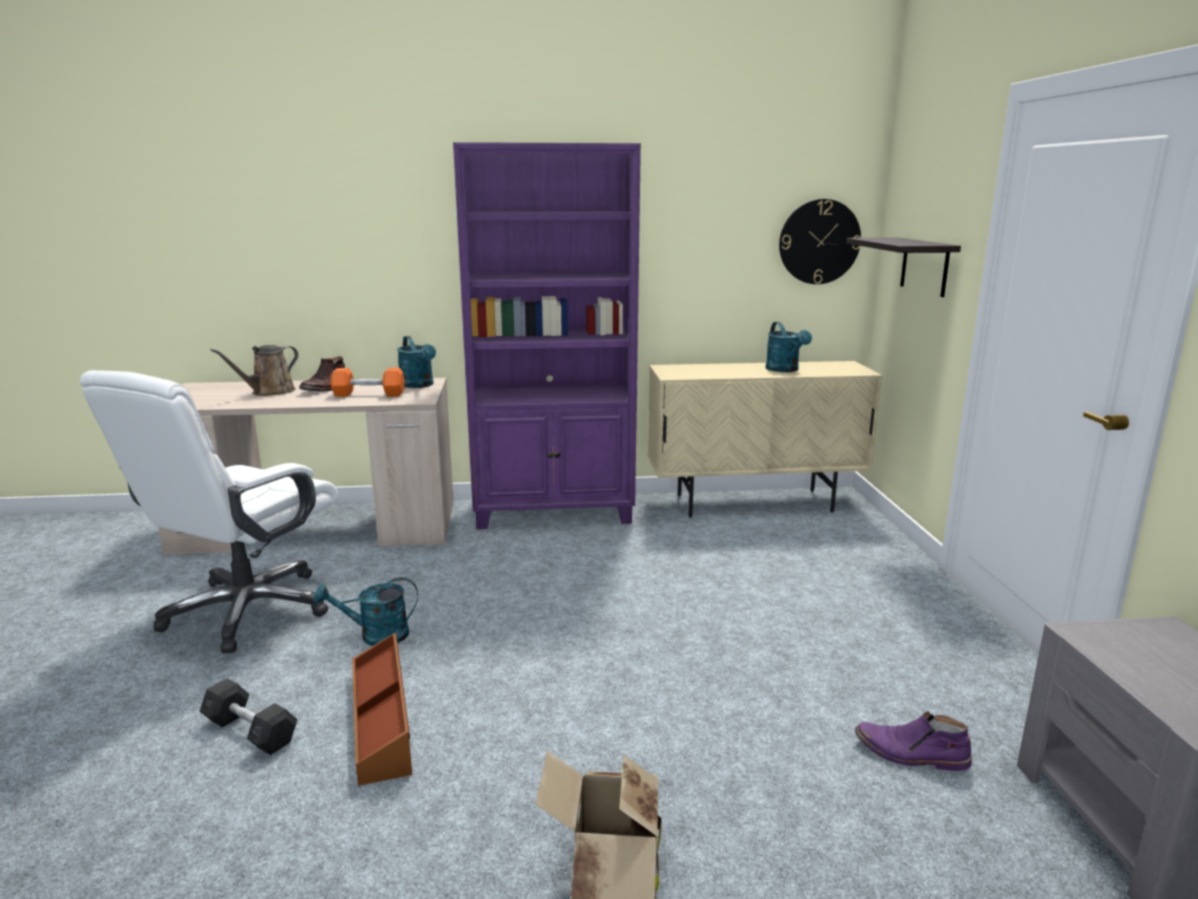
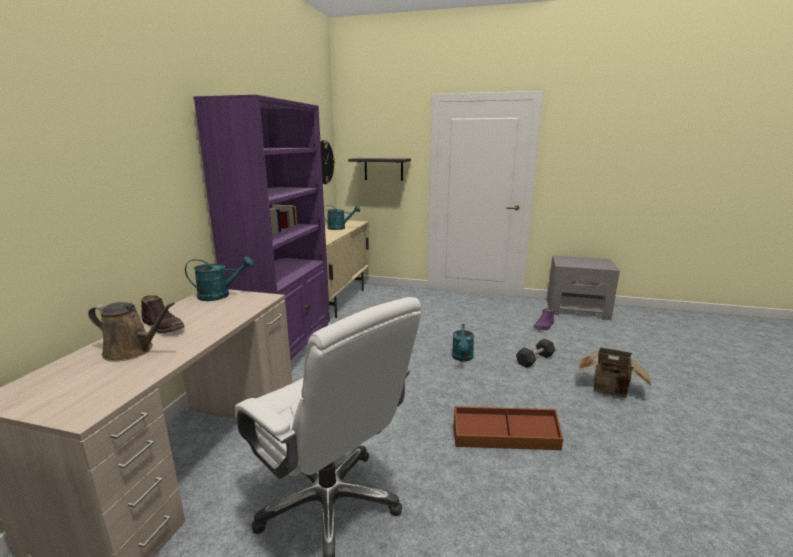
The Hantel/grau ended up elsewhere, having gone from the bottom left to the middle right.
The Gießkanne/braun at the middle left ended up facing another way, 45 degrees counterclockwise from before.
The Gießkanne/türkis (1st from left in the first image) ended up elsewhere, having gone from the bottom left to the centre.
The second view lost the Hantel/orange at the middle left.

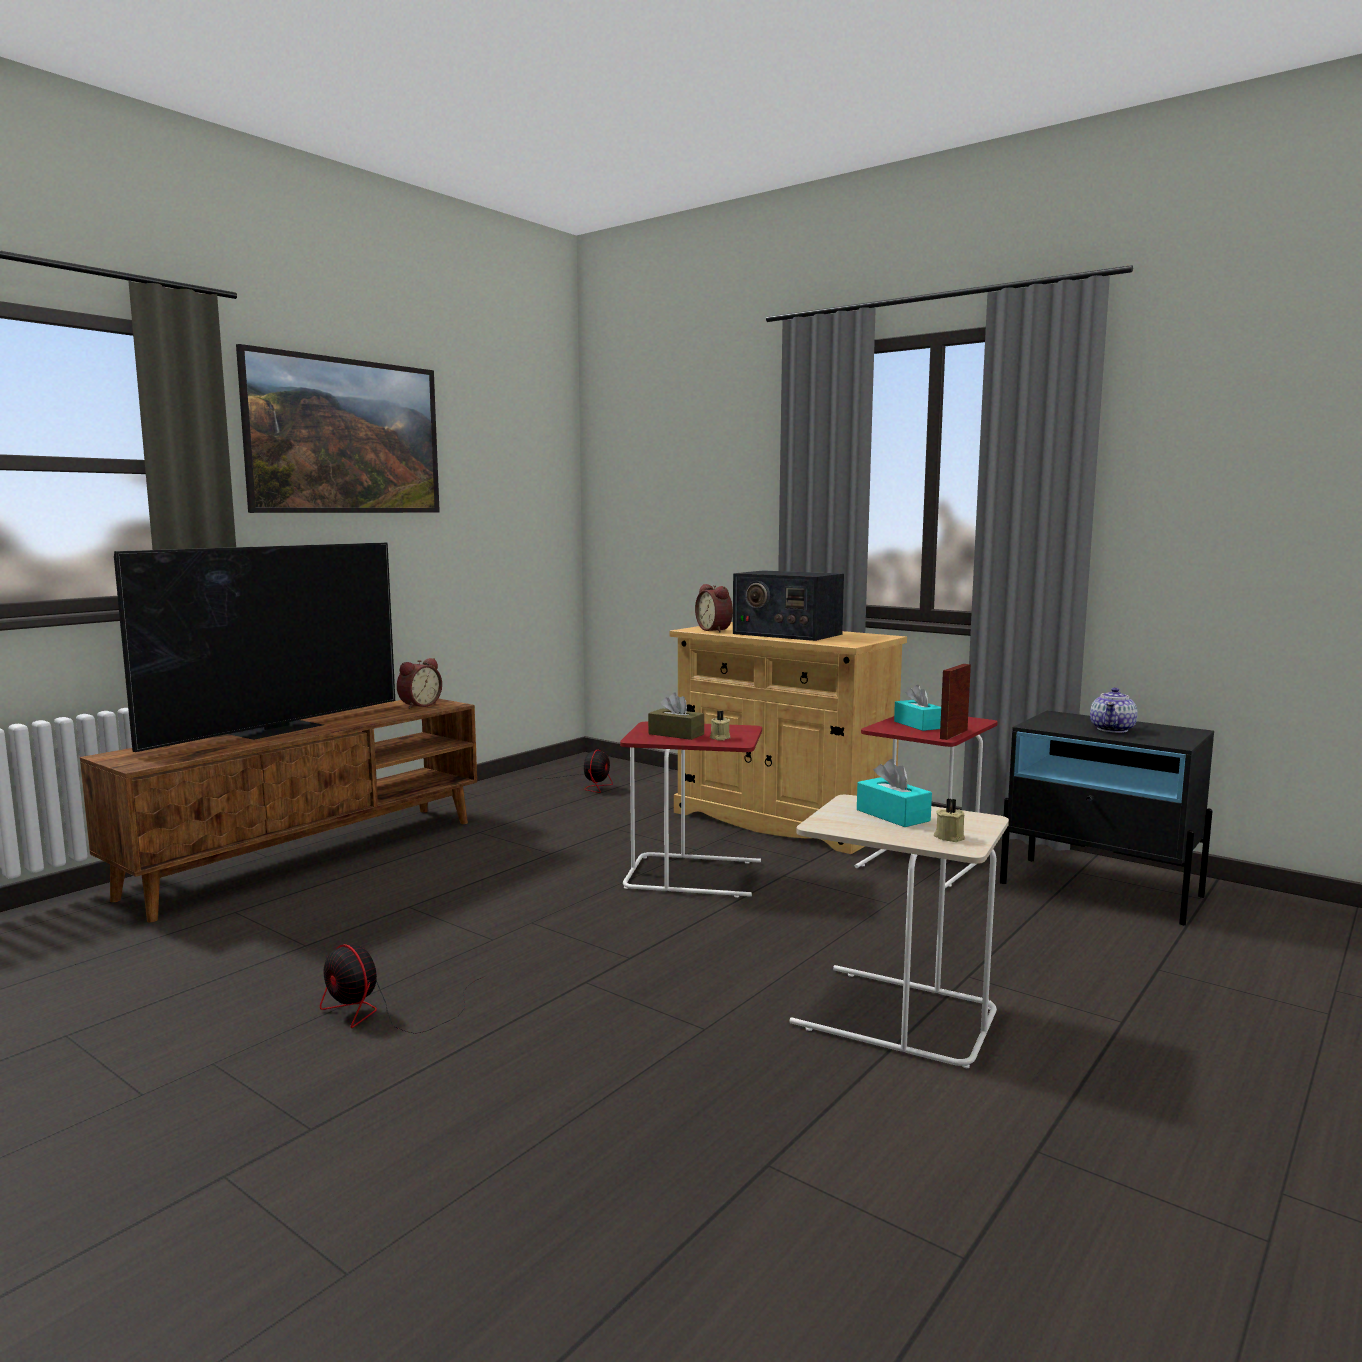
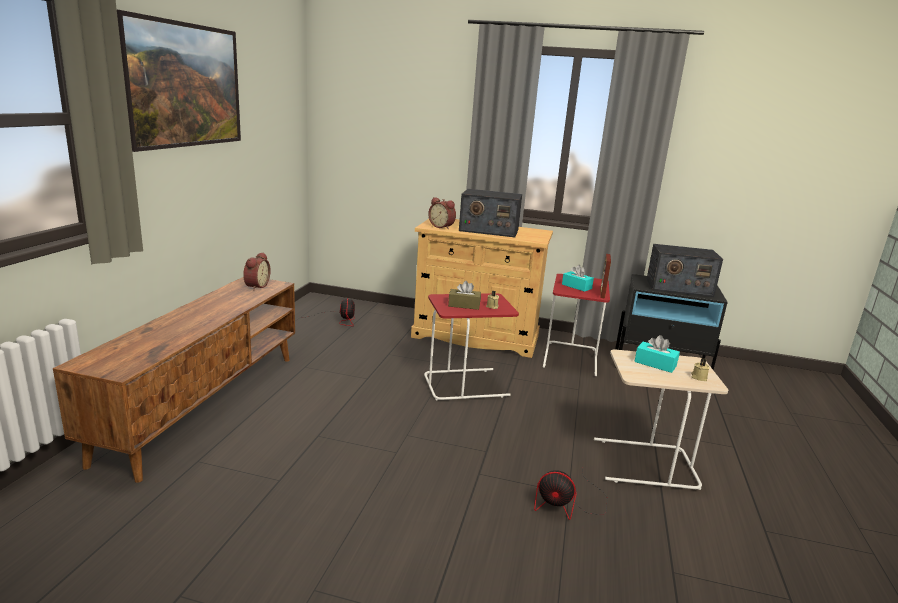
The second view lost the Fernseher at the middle left.
The Ventilator (1st from left in the first image) ended up elsewhere, having gone from the bottom left to the bottom centre.
Where the Teekanne stood at the middle right, the Radio (2nd from left) came to stand at the middle right.

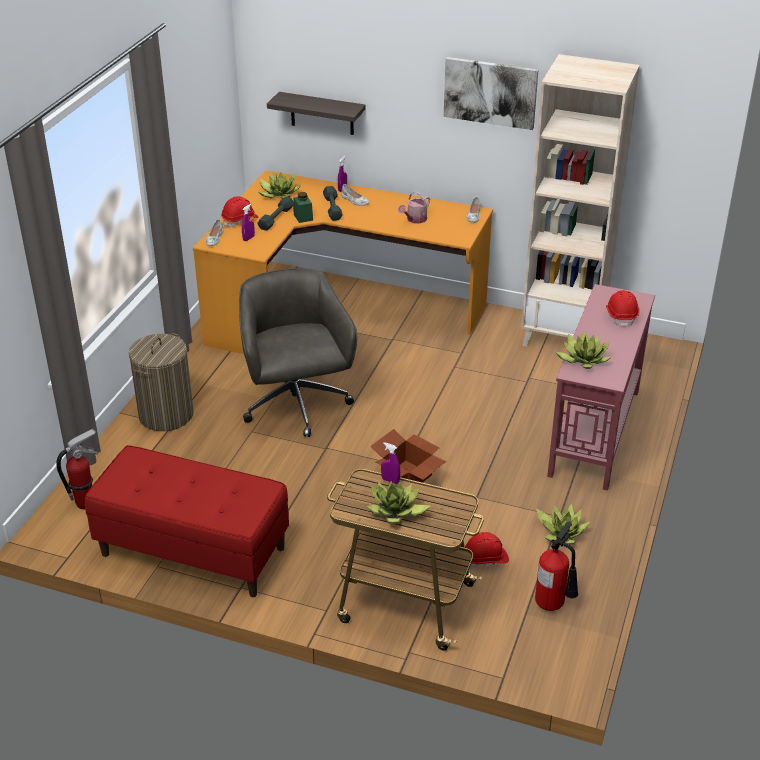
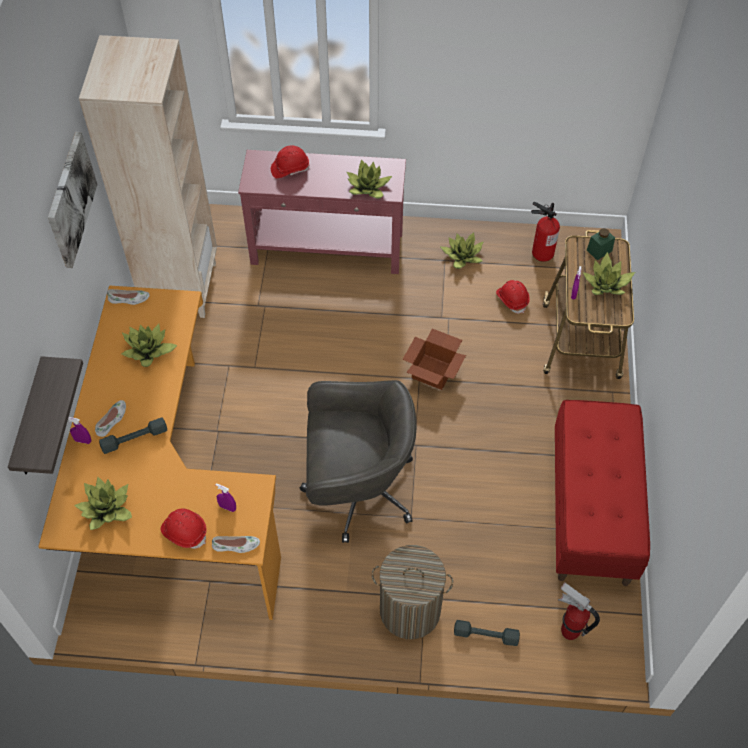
The Bürostuhl/grau at the centre ended up facing another way, 150 degrees counterclockwise from before.
The Hantel/grau (1st from left in the first image) ended up elsewhere, having gone from the top centre to the bottom centre.
The Vorratsglas/grün ended up elsewhere, having gone from the top centre to the top right.
Where the Gießkanne stood at the top centre, the Topfpflanze (2nd from left) came to stand at the middle left.

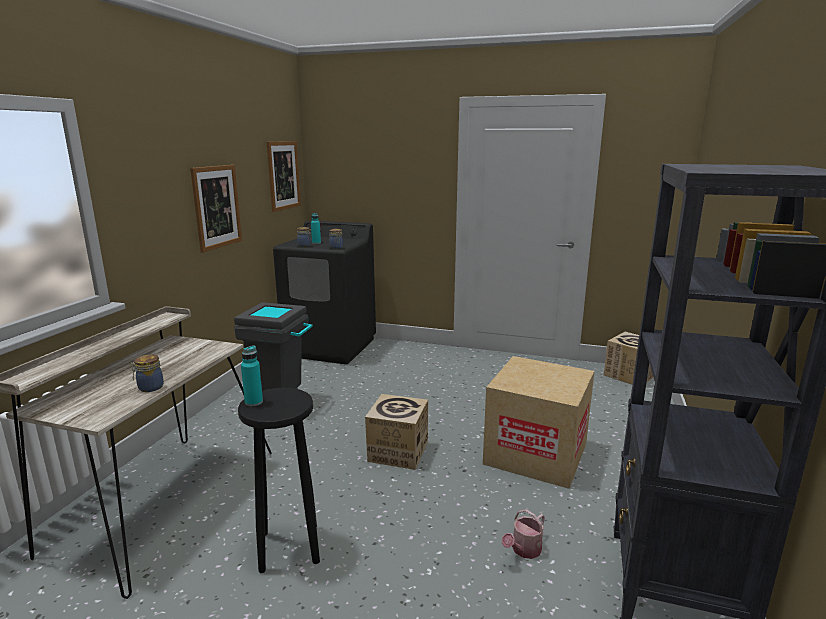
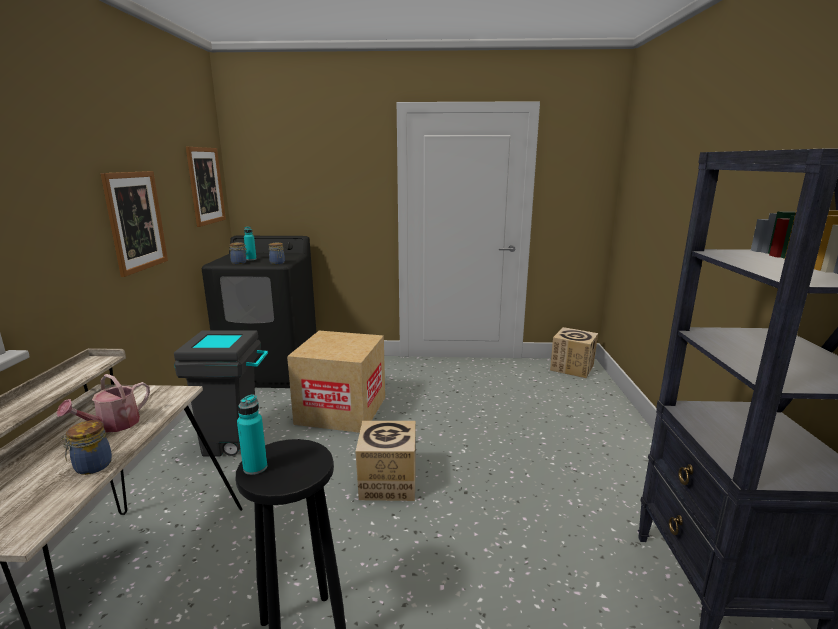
The Karton (2nd from left in the first image) ended up elsewhere, having gone from the bottom centre to the centre.
The Gießkanne ended up elsewhere, having gone from the bottom centre to the middle left.

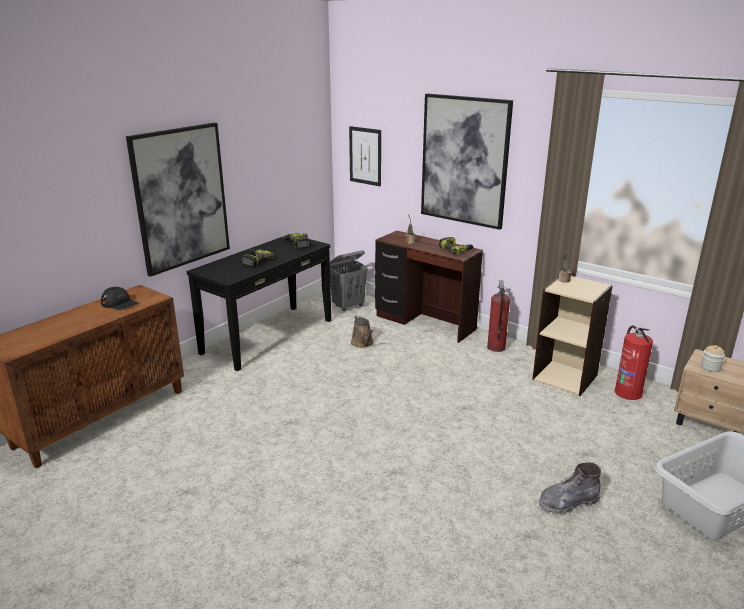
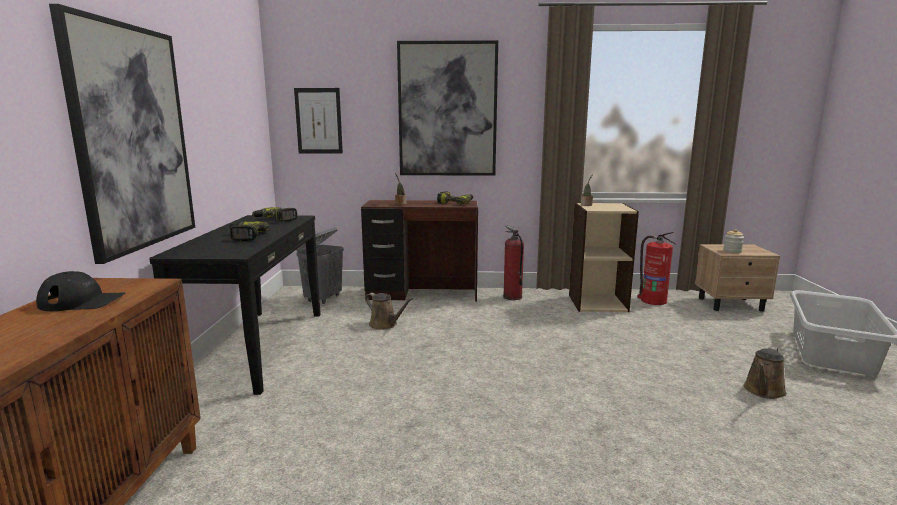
Where the Stiefel/grau stood at the bottom right, the Gießkanne/braun (2nd from left) came to stand at the bottom right.

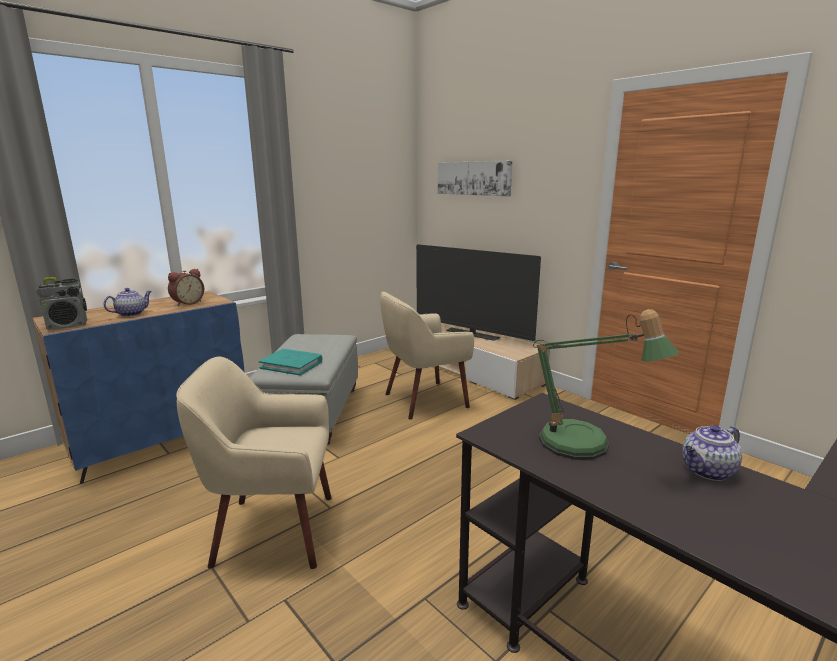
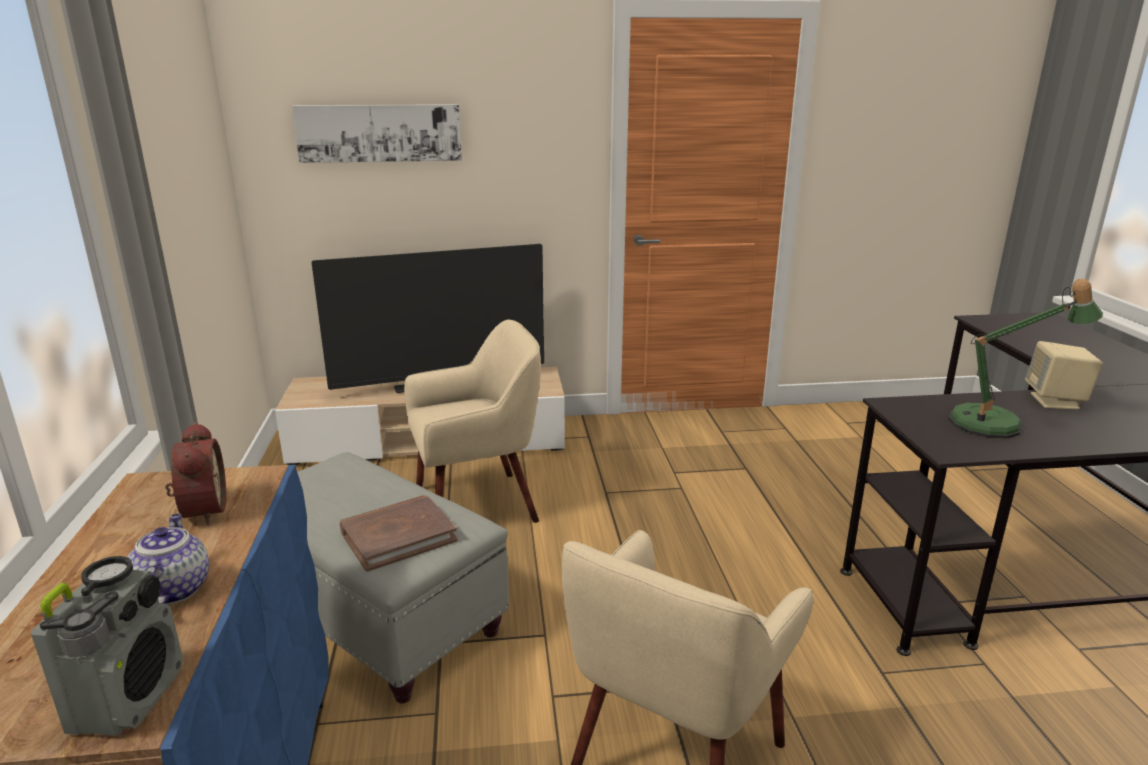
What was the Buch/türkis at the centre turned into the Buch/braun at the bottom centre.
The Sessel/beige (2nd from left in the first image) at the centre ended up facing another way, 120 degrees counterclockwise from before.
Where the Teekanne (2nd from left) stood at the bottom right, the Lautsprecher/beige came to stand at the middle right.

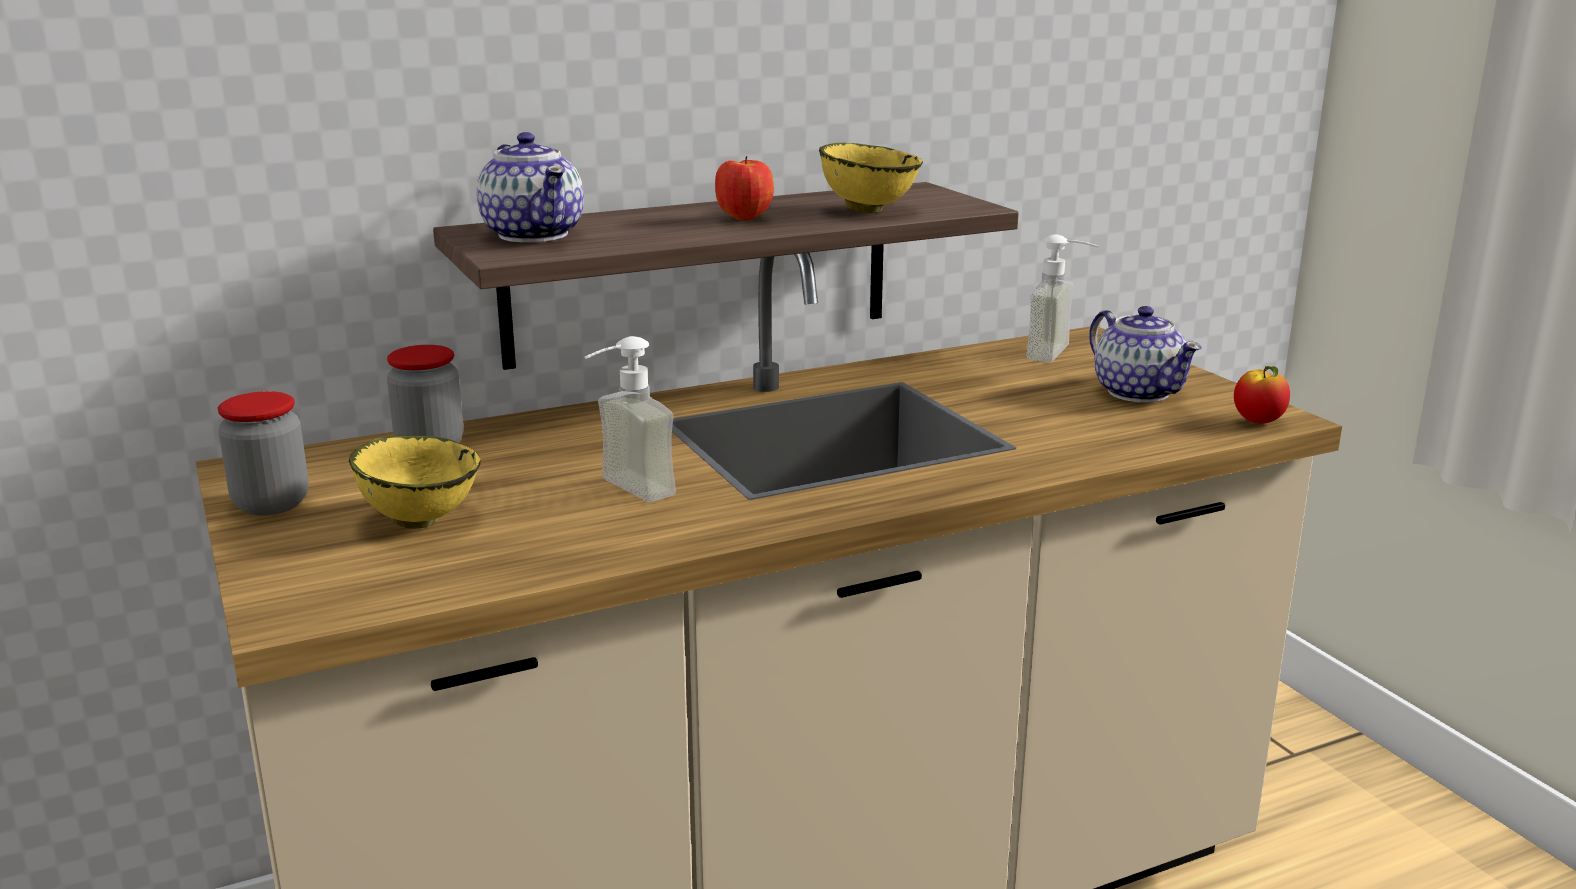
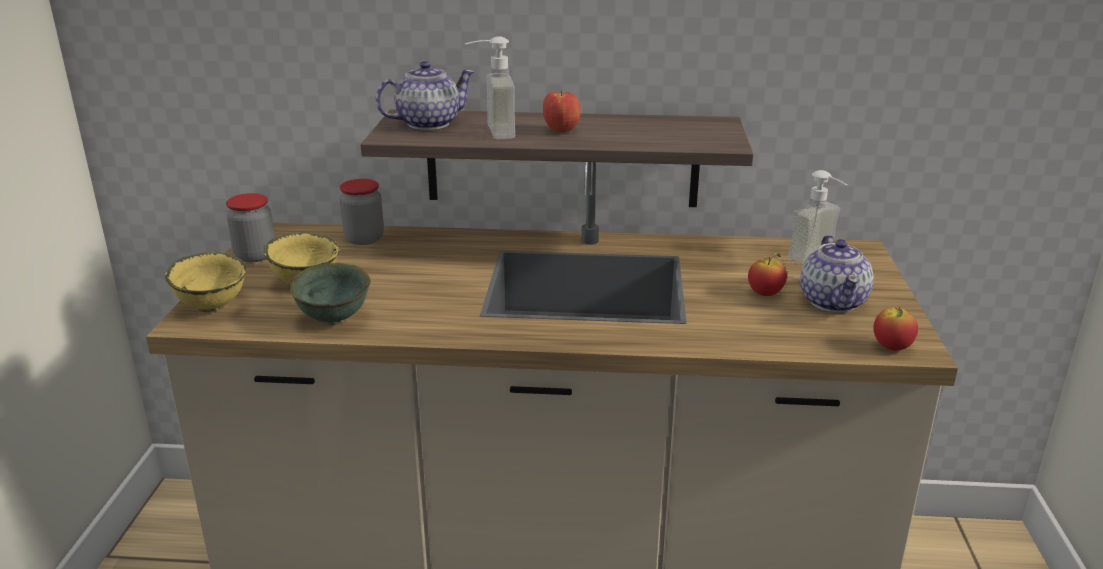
The Teekanne (1st from left) at the top centre ended up facing another way, 120 degrees counterclockwise from before.
The Seifenspender (1st from left) ended up elsewhere, having gone from the centre to the top centre.
The Schüssel/gelb (2nd from left in the first image) ended up elsewhere, having gone from the top centre to the middle left.
The second view gained the Schüssel/grün at the middle left.
The second view gained the Apfel (2nd from left) at the middle right.

